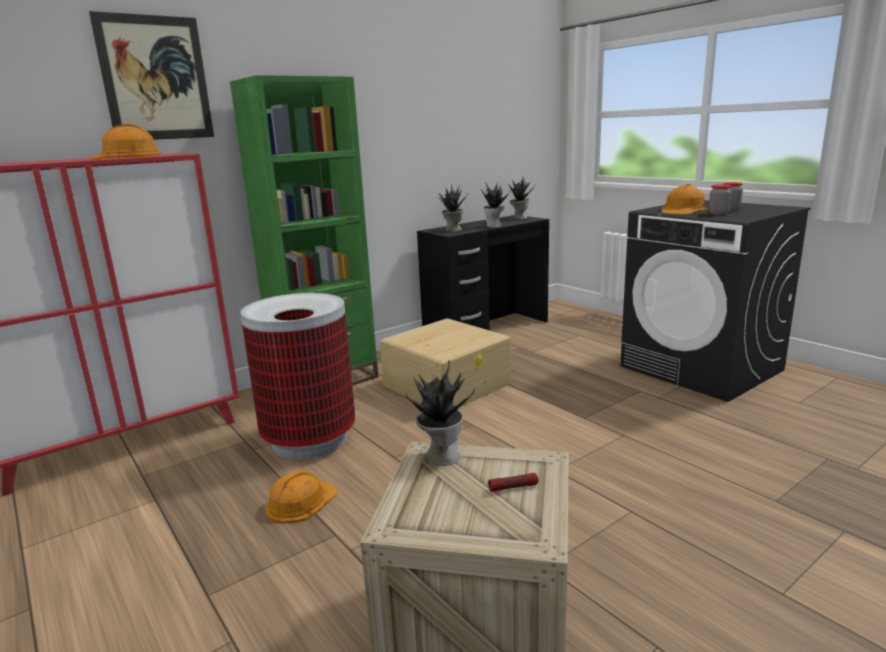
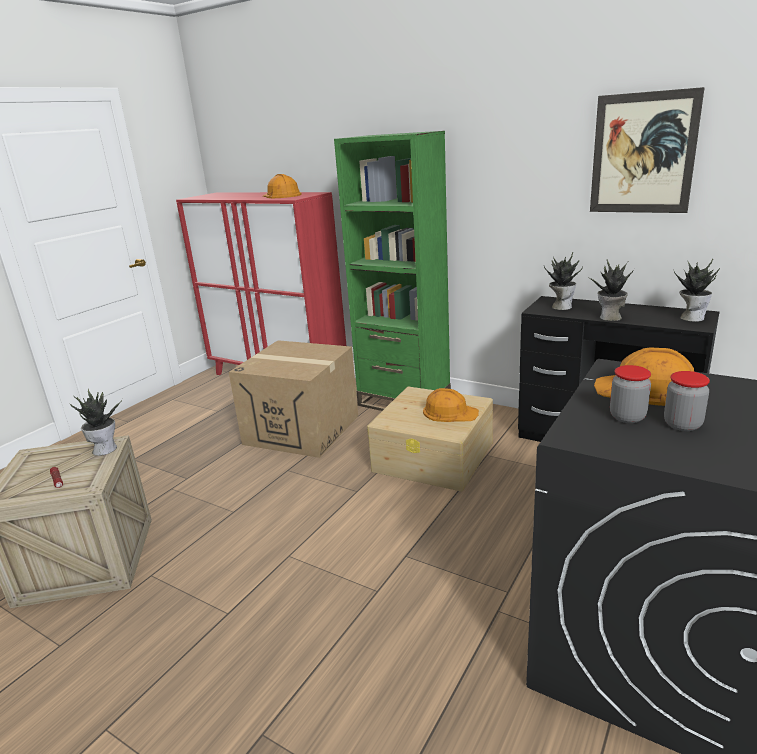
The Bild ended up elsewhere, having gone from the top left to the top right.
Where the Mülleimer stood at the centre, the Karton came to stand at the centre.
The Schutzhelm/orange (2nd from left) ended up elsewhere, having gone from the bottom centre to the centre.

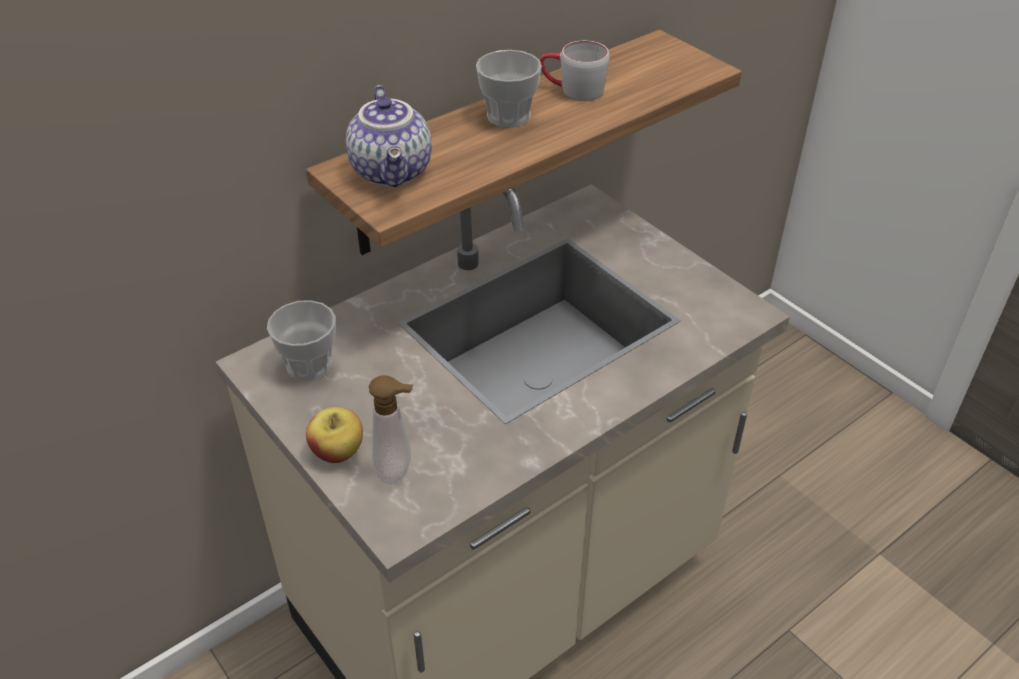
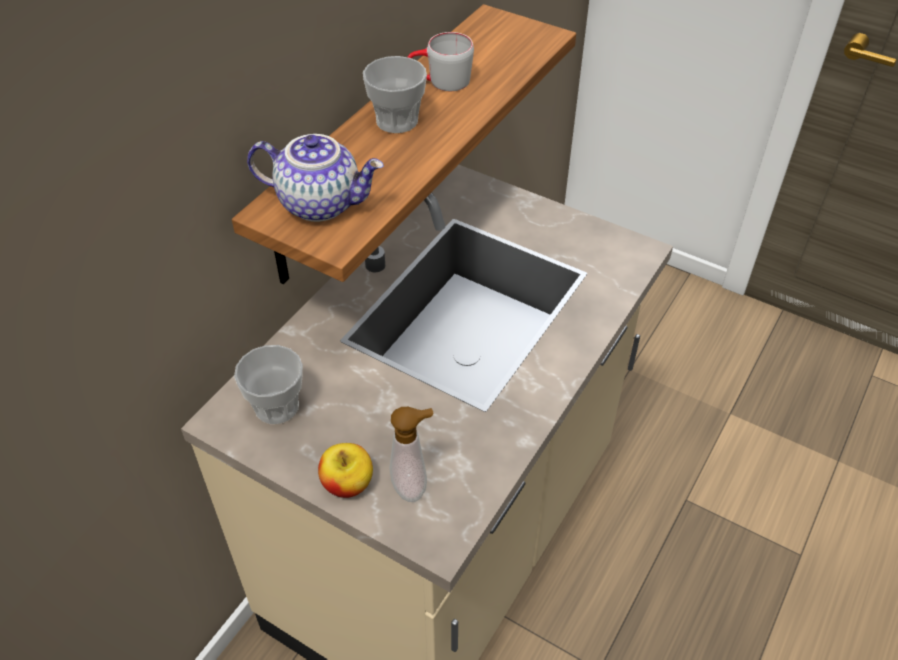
The Teekanne at the top centre ended up facing another way, 45 degrees counterclockwise from before.

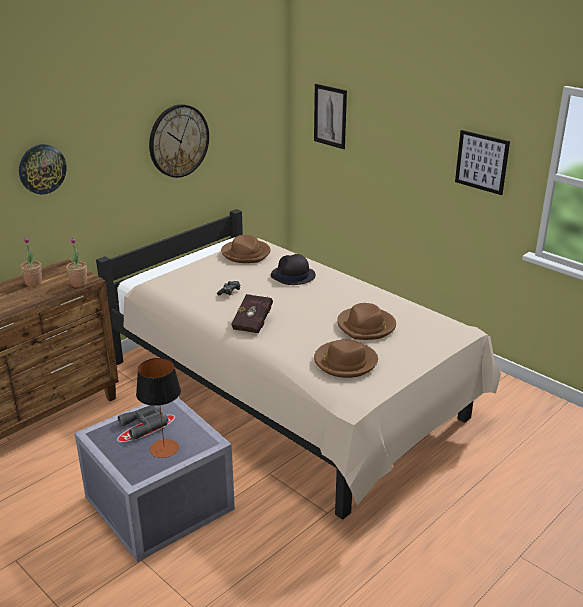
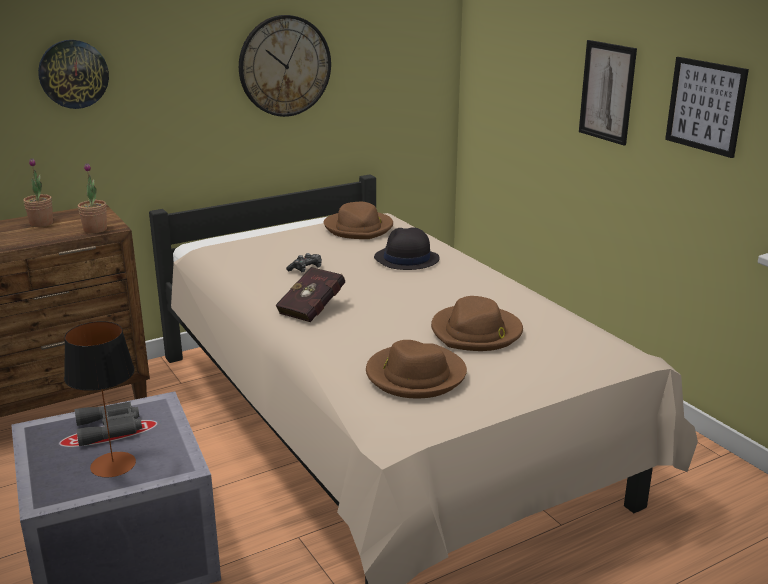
The Bild (1st from left) ended up elsewhere, having gone from the top centre to the top right.

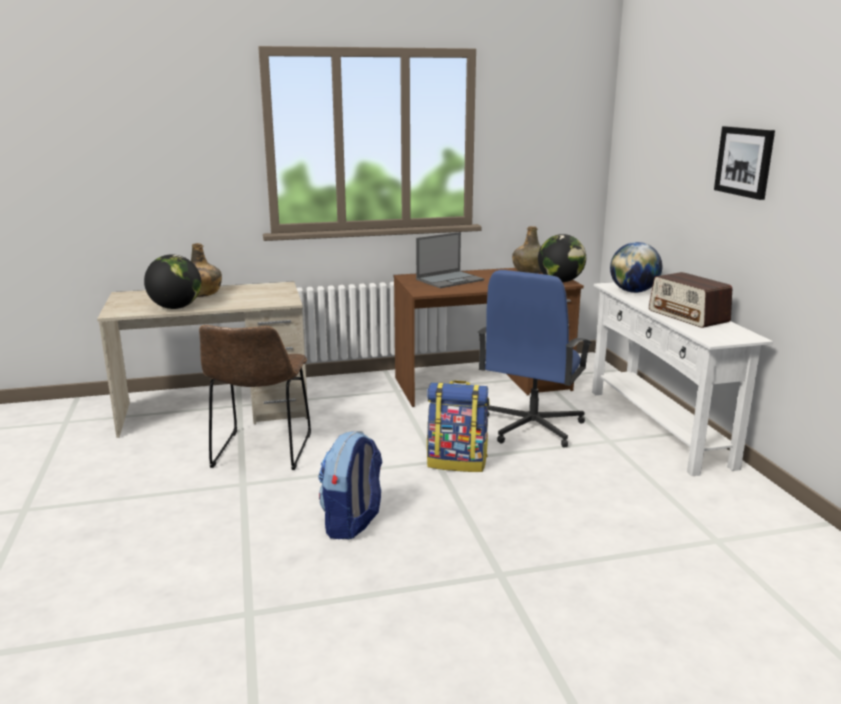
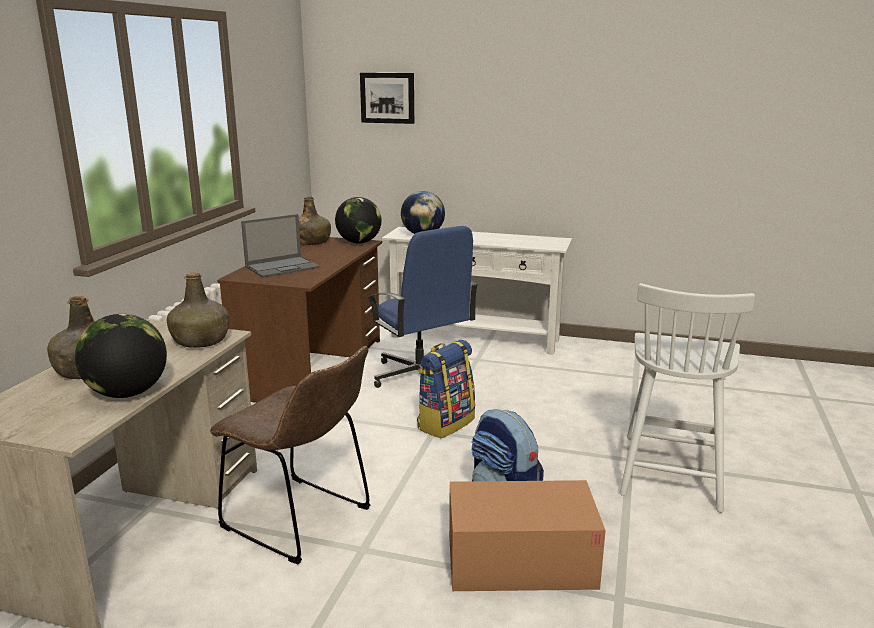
The Laptop at the centre ended up facing another way, 60 degrees clockwise from before.
The second view lost the Radio at the middle right.
The Bild ended up elsewhere, having gone from the top right to the top centre.
The second view gained the Flasche/grün (2nd from left) at the middle left.
The second view gained the Karton at the bottom centre.
The second view gained the Stuhl/weiß at the middle right.

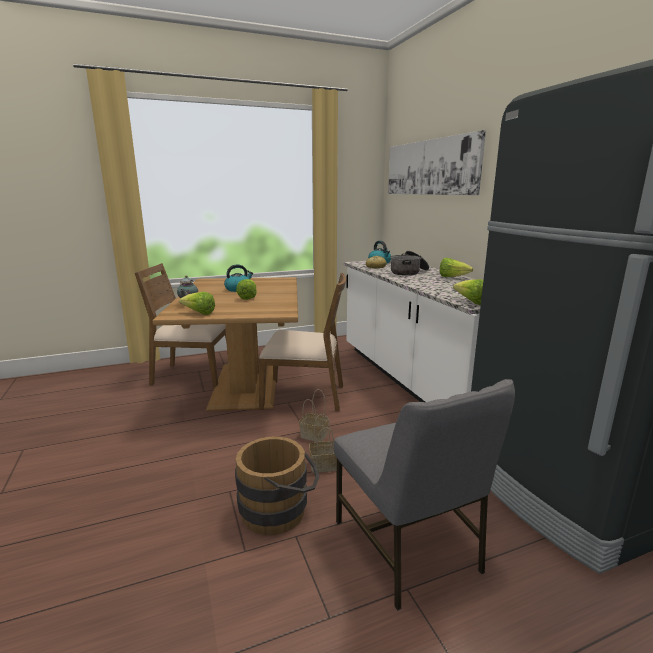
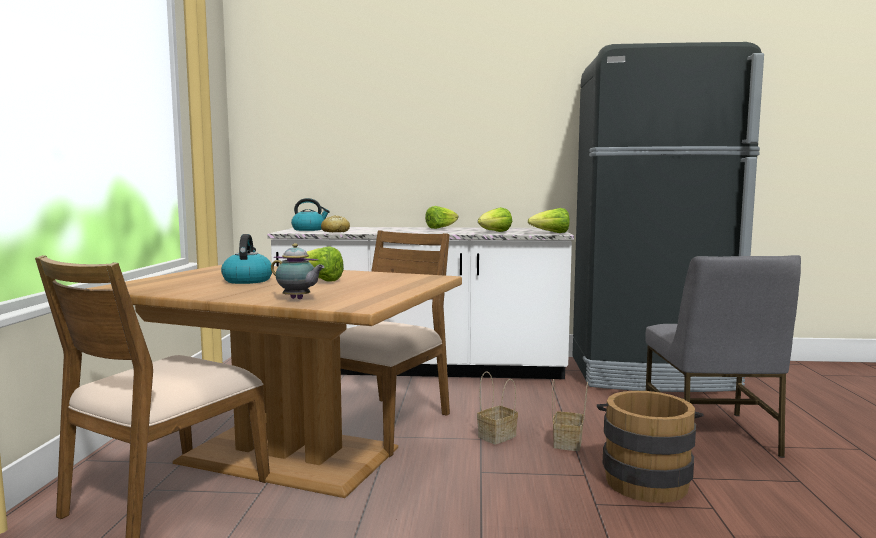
The Salatkopf (1st from left in the first image) ended up elsewhere, having gone from the middle left to the centre.
The Stuhl/grau at the bottom centre ended up facing another way, 90 degrees clockwise from before.
The second view lost the Bild at the top right.
The second view lost the Kochtopf at the centre.

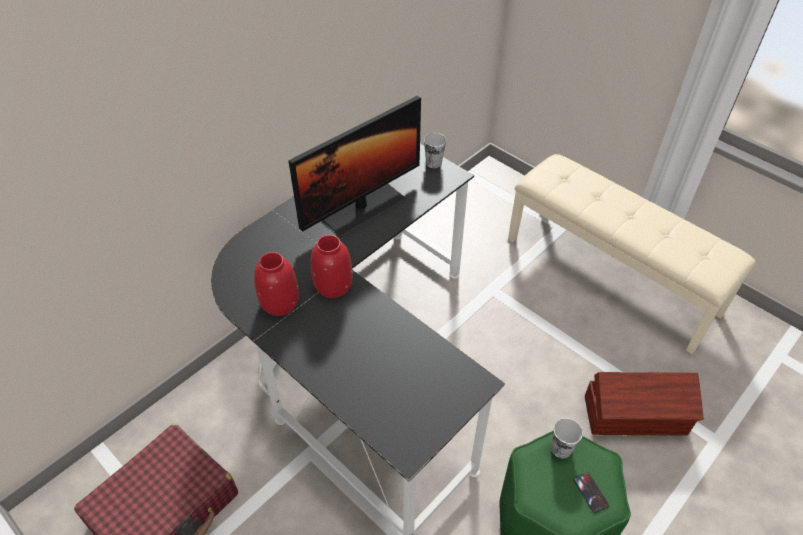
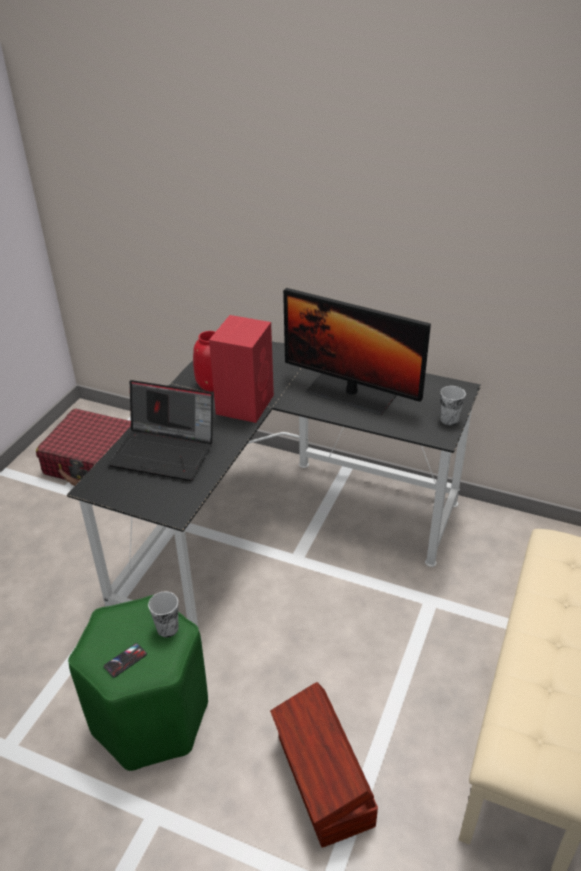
Where the Vase/rot (2nd from left) stood at the centre, the Lautsprecher/rot came to stand at the centre.
The second view gained the Laptop at the middle left.

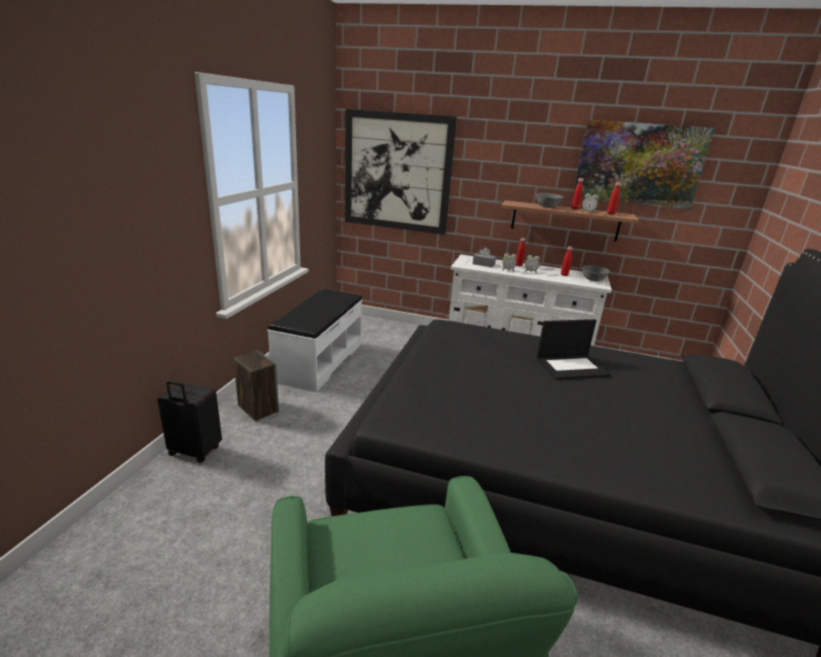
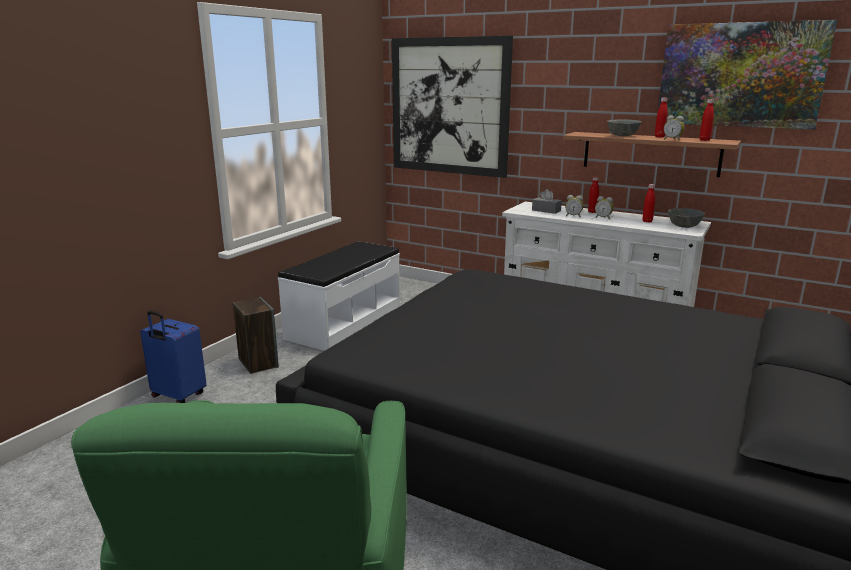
What was the Koffer/schwarz at the middle left turned into the Koffer/blau at the middle left.
The second view lost the Laptop at the middle right.

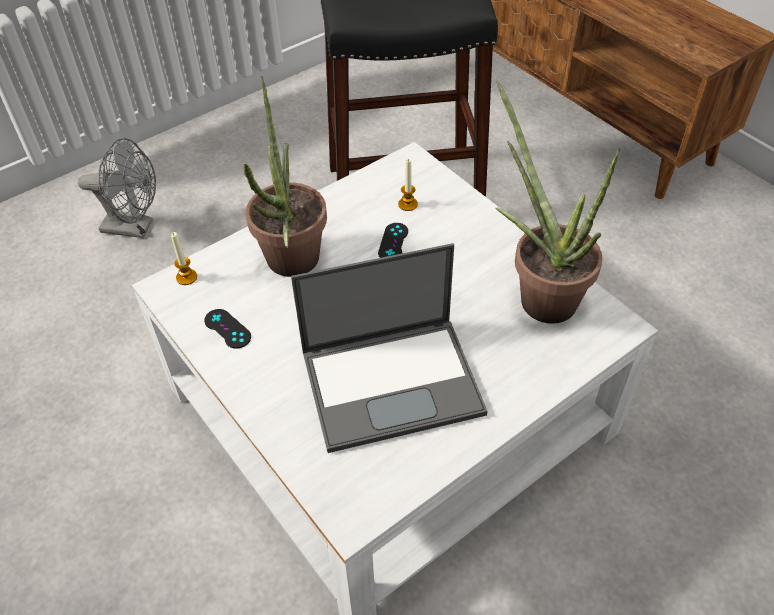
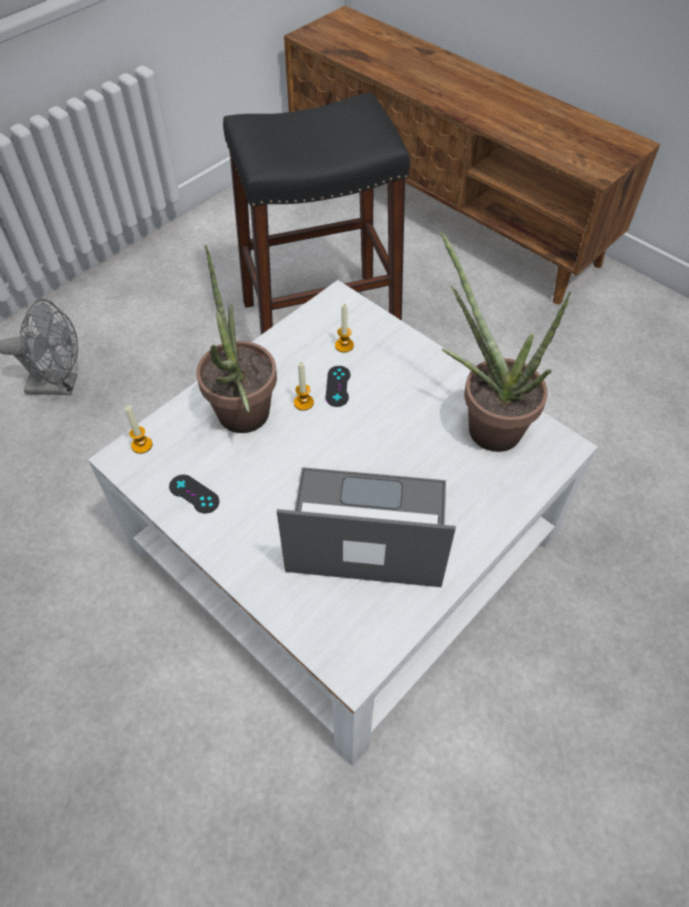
The Laptop at the centre ended up facing another way, 150 degrees counterclockwise from before.
The second view gained the Kerze (2nd from left) at the centre.

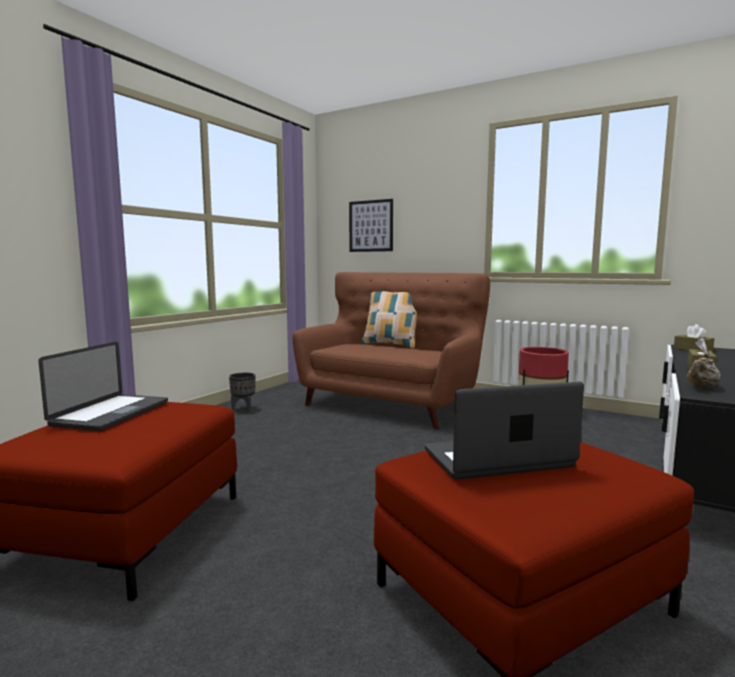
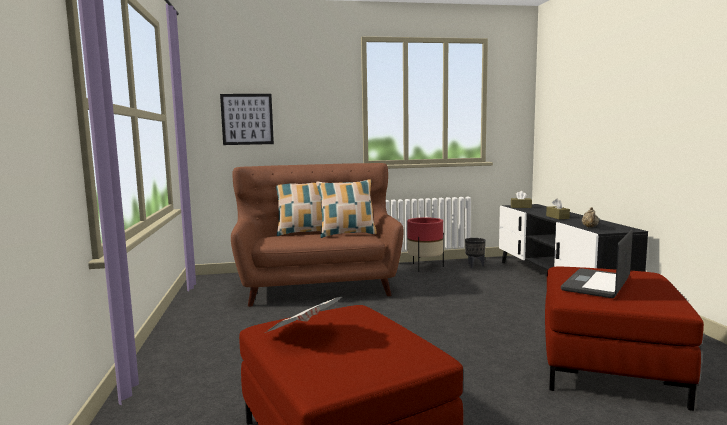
Where the Laptop (1st from left) stood at the middle left, the Zeitung came to stand at the bottom centre.
The Pflanzkübel/schwarz ended up elsewhere, having gone from the middle left to the centre.
The second view gained the Kissen (2nd from left) at the centre.

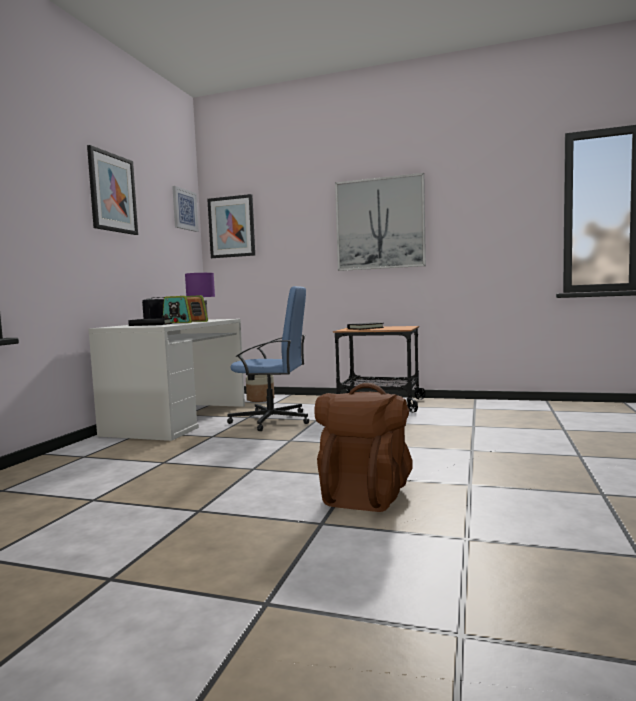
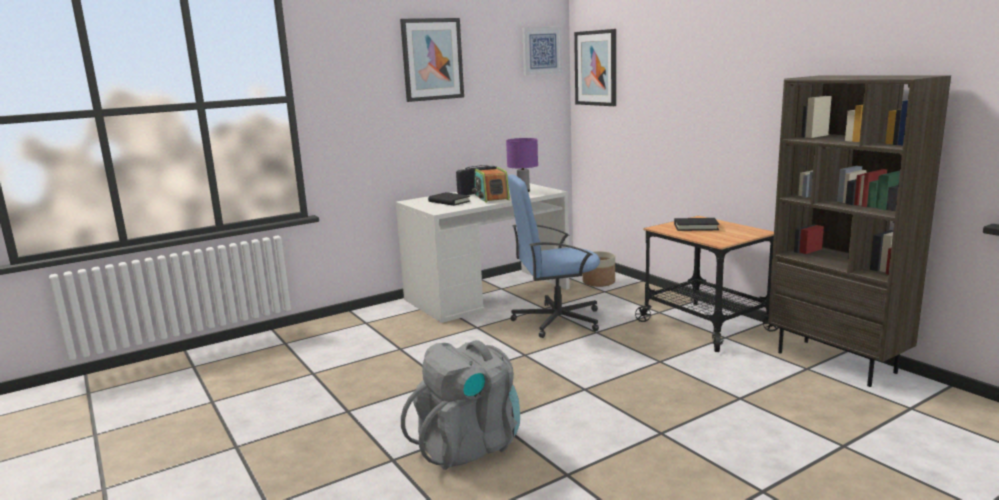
The Bürostuhl/blau at the centre ended up facing another way, 120 degrees clockwise from before.
What was the Rucksack/braun at the centre turned into the Rucksack/grau at the bottom centre.
The second view lost the Bild (4th from left) at the top centre.
The second view gained the Bücherregal/braun at the middle right.

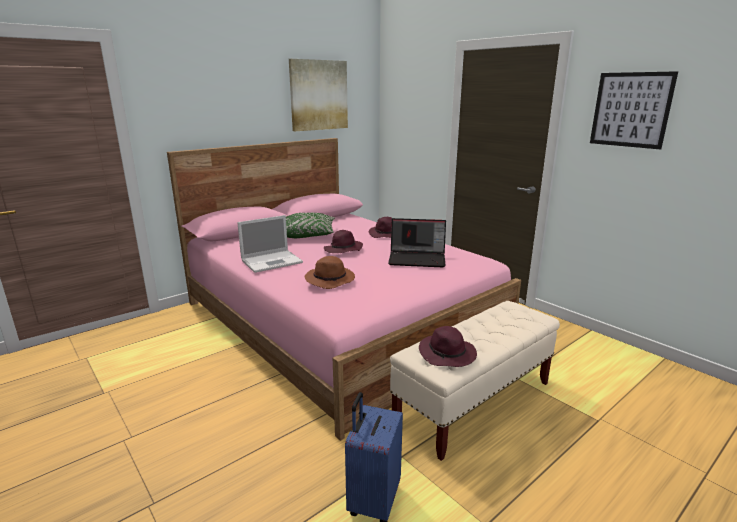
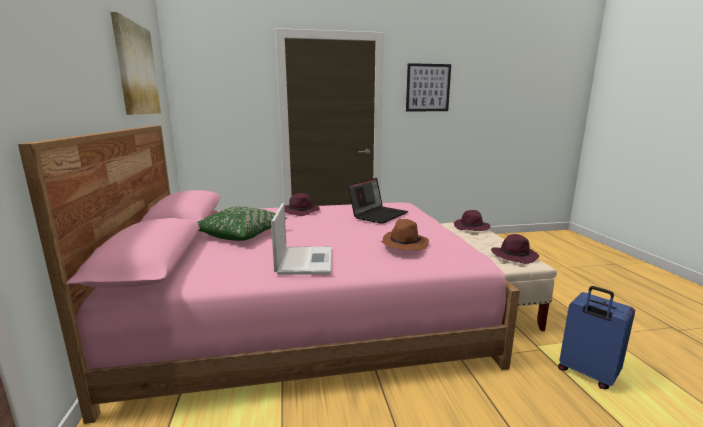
The Hut/lila (1st from left in the first image) ended up elsewhere, having gone from the centre to the middle right.

